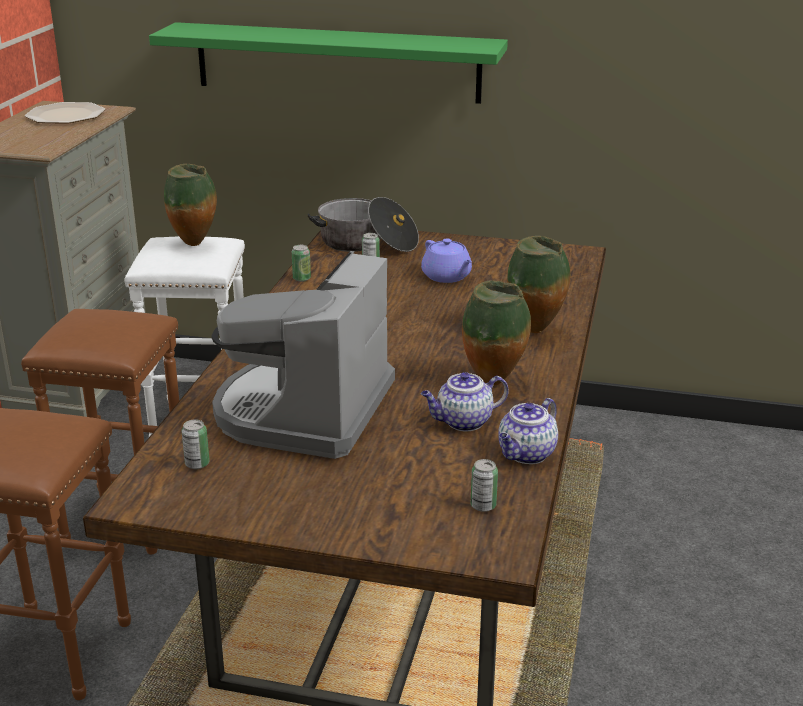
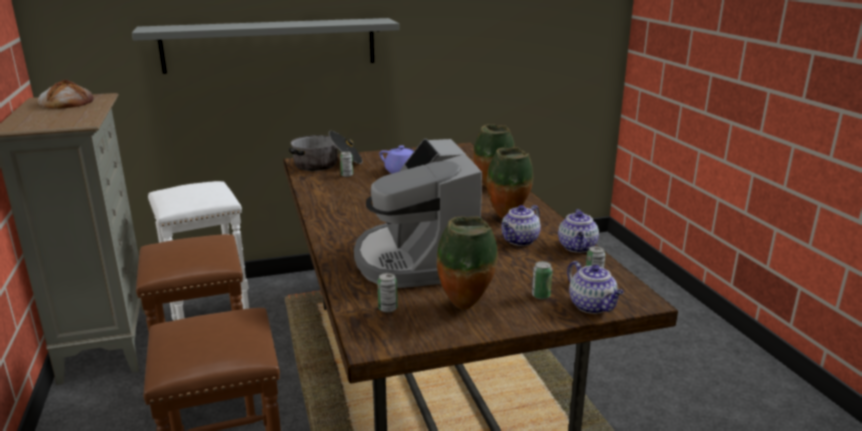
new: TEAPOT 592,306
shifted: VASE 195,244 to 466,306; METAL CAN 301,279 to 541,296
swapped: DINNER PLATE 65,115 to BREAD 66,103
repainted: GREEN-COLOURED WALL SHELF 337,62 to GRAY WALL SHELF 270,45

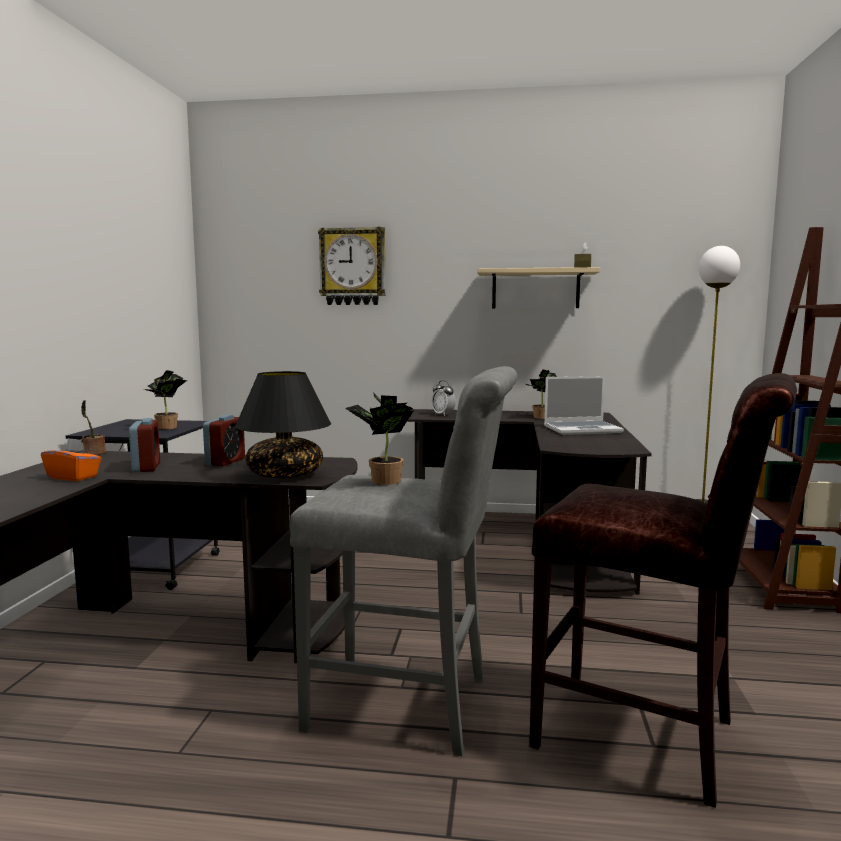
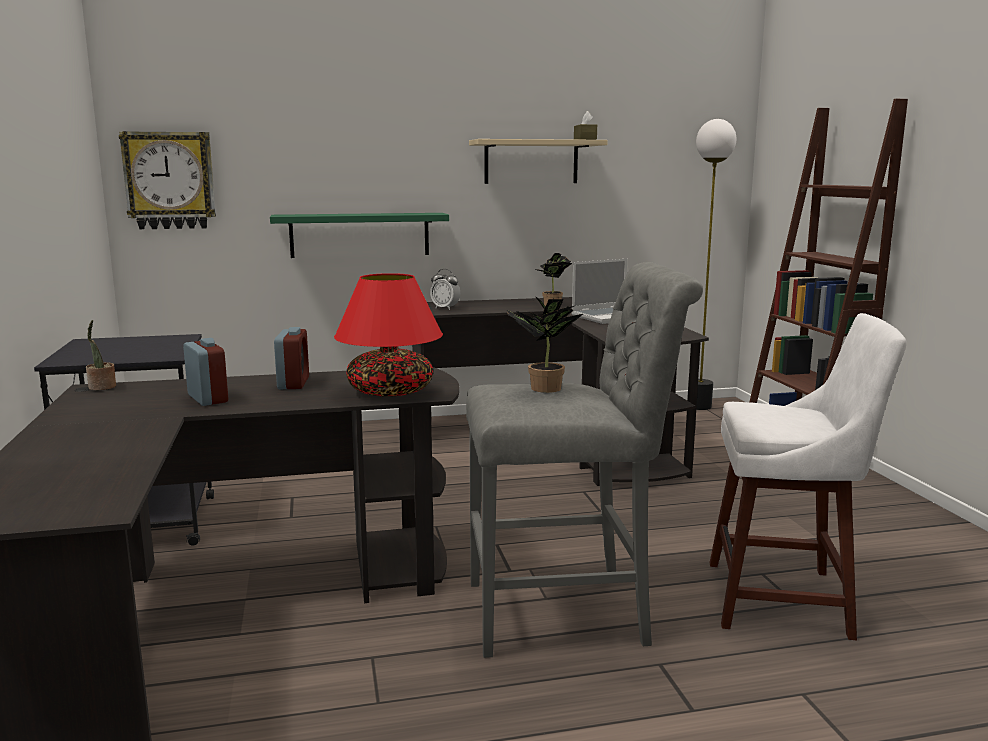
gone: ORANGE TISSUE HOLDER 73,477; POTTED PLANT 168,428
new: GREEN-COLOURED WALL SHELF 360,235
shifted: HANGING CLOCK 353,267 to 170,180
swapped: BROWN STOOL 646,738 to WHITISH UPRIGHT CHAIR 786,599
repainted: BLACK LAMP FOR A TABLE 285,474 to RED LAMP FOR A TABLE 390,391

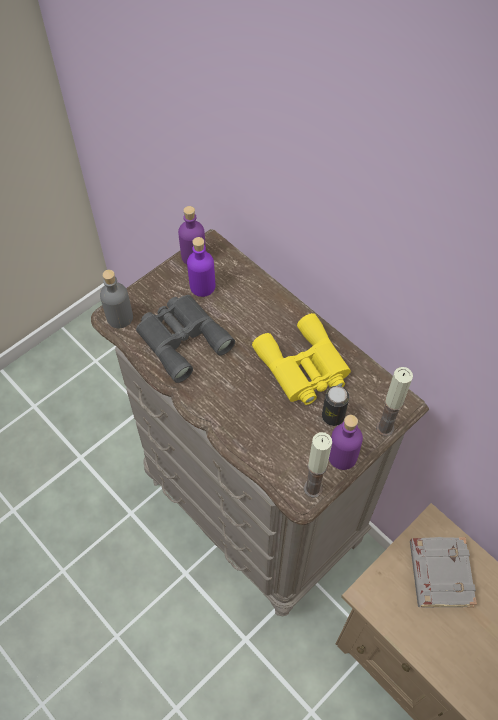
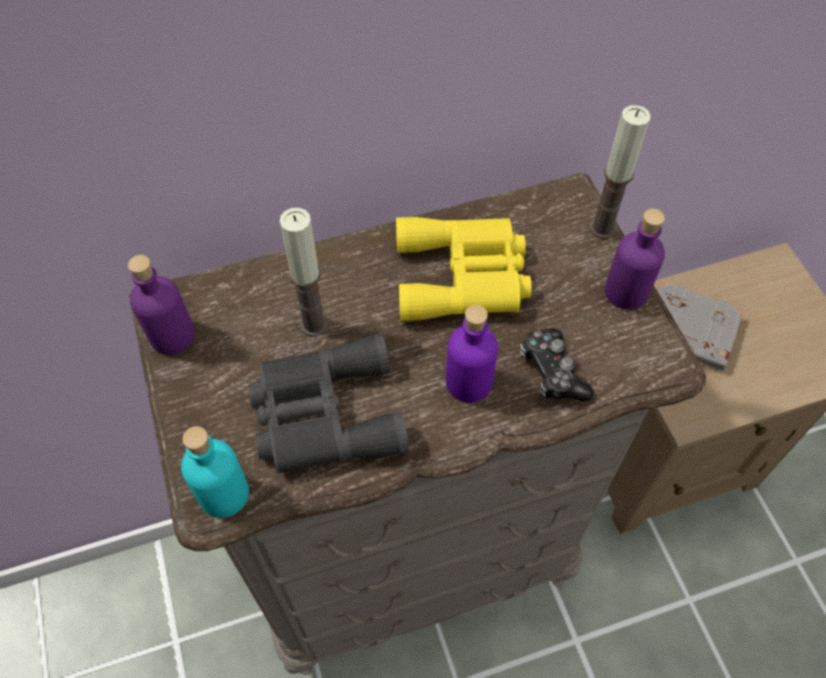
gone: METAL CAN 333,416
new: GAME CONTROLLER 552,372
shifted: PURPLISH BOTTLE 202,286 to 468,382; WAX CANDLE 313,488 to 314,324
repainted: GRAY BOTTLE 120,318 to TURQUOISE BOTTLE 224,494

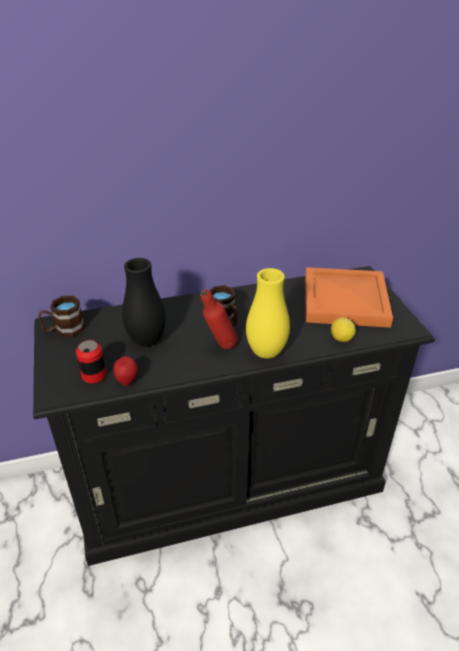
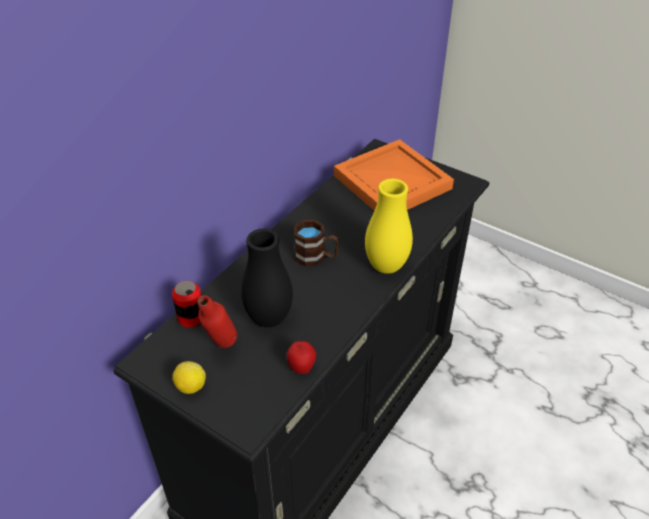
gone: BROWN TEA MUG 64,330
shifted: METAL CAN 94,375 to 191,318; RED BOTTLE 219,348 to 221,349; LEMON 341,338 to 190,387

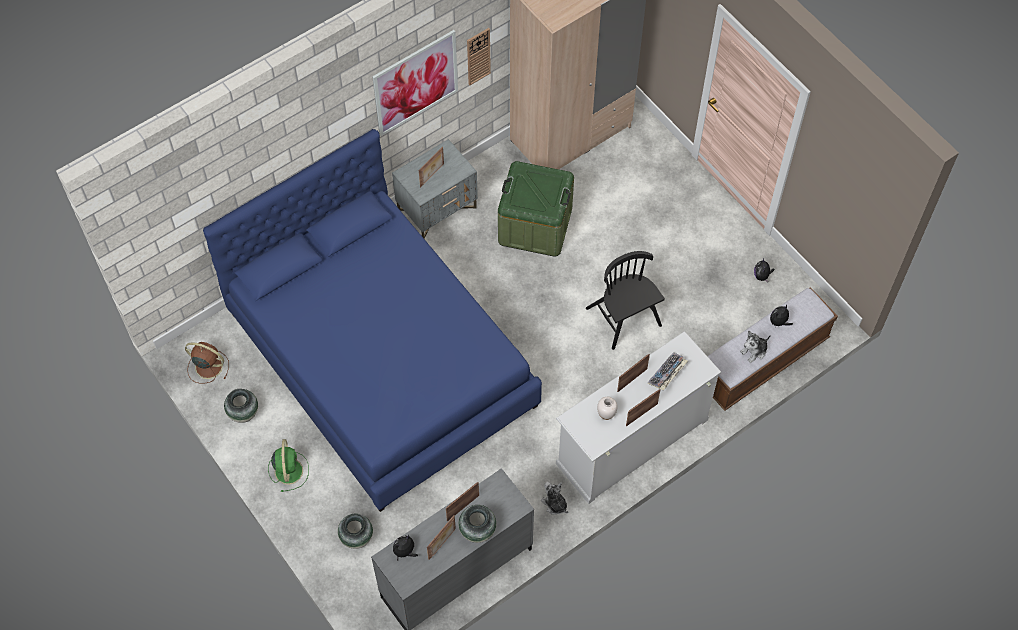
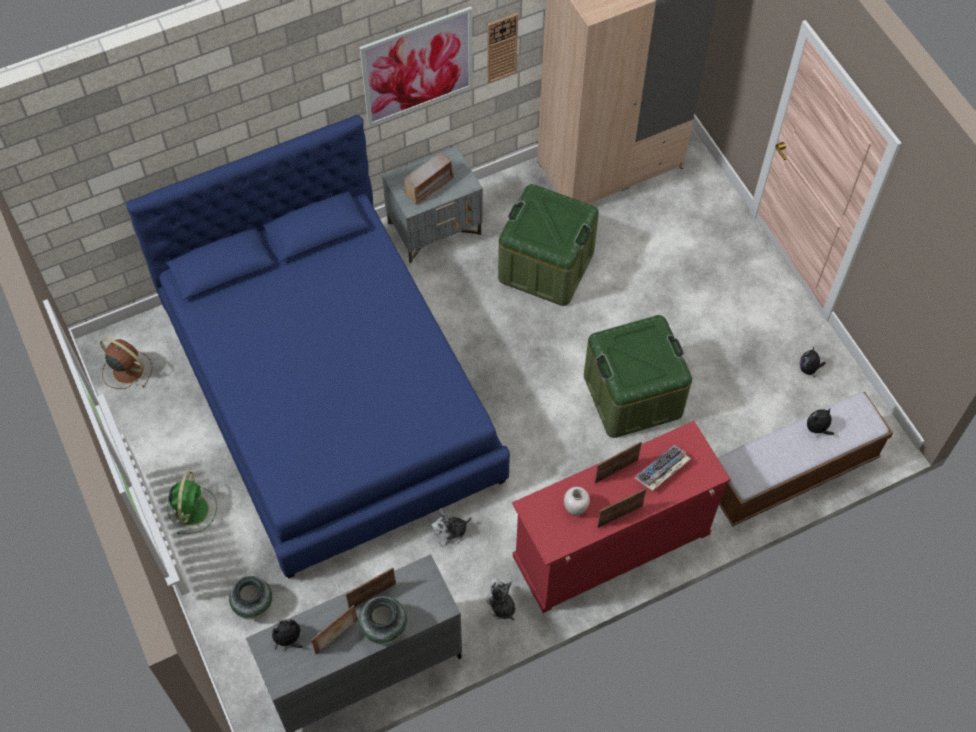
gone: VASE 243,413
shifted: CUDDLY TOY 754,351 to 451,533
swapped: PICTURE FRAME 432,175 to RADIO RECEIVER 429,185; BLACK UPRIGHT CHAIR 626,320 to GREEN-COLOURED STORAGE BIN 632,395
repainted: WHITISH DRAWER CHEST 631,442 to RED DRAWER CHEST 611,545

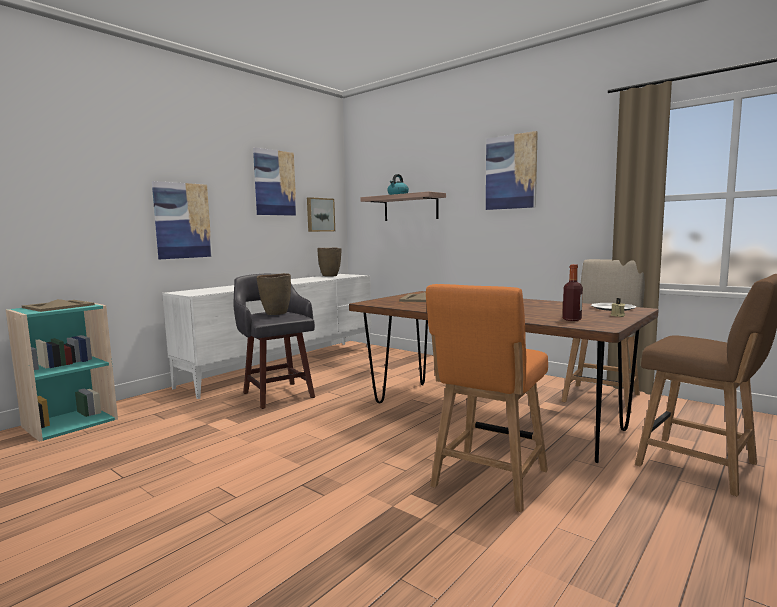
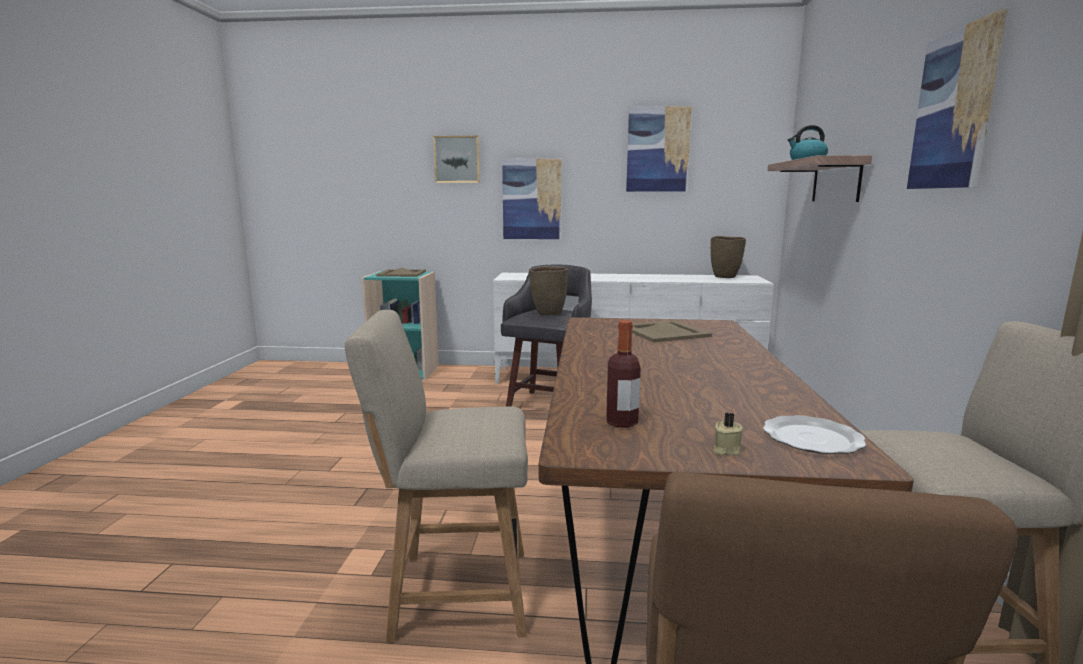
shifted: WALL PICTURE 320,215 to 457,159
repainted: ORANGE UPRIGHT CHAIR 488,481 to BEIGE-COLOURED UPRIGHT CHAIR 453,593

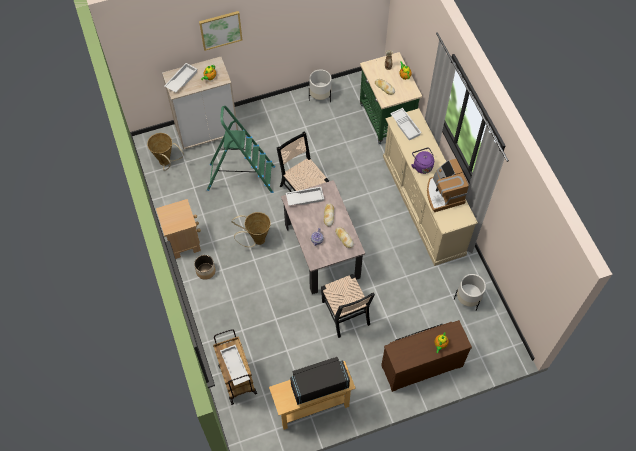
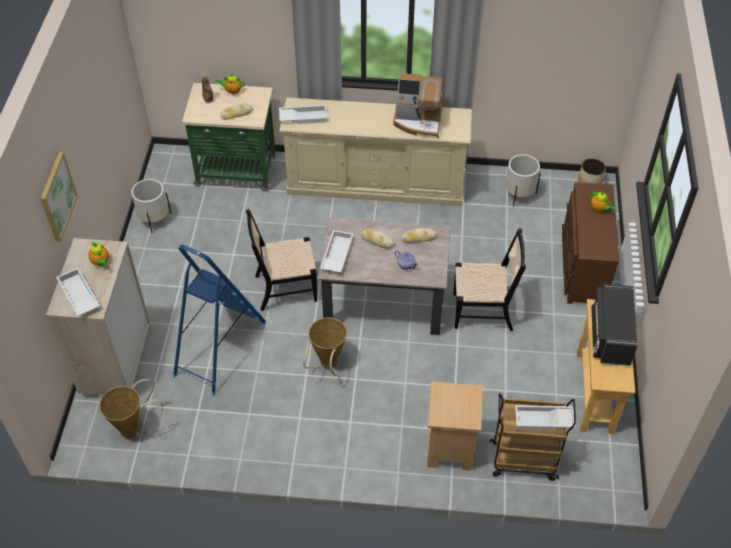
gone: PURPLISH WATER KETTLE 422,165
shifted: BEIGE-COLOURED NIGHTSTAND 184,242 to 449,448; FLOWER POT 206,271 to 590,182
repainted: GREEN-COLOURED STEP STOOL 241,178 to BLUE STEP STOOL 220,348

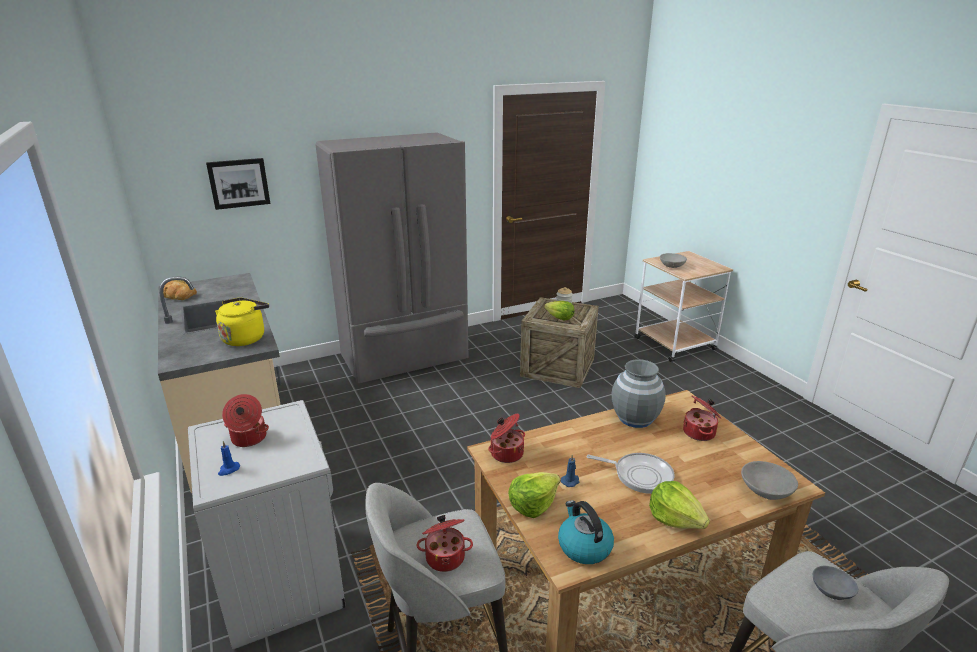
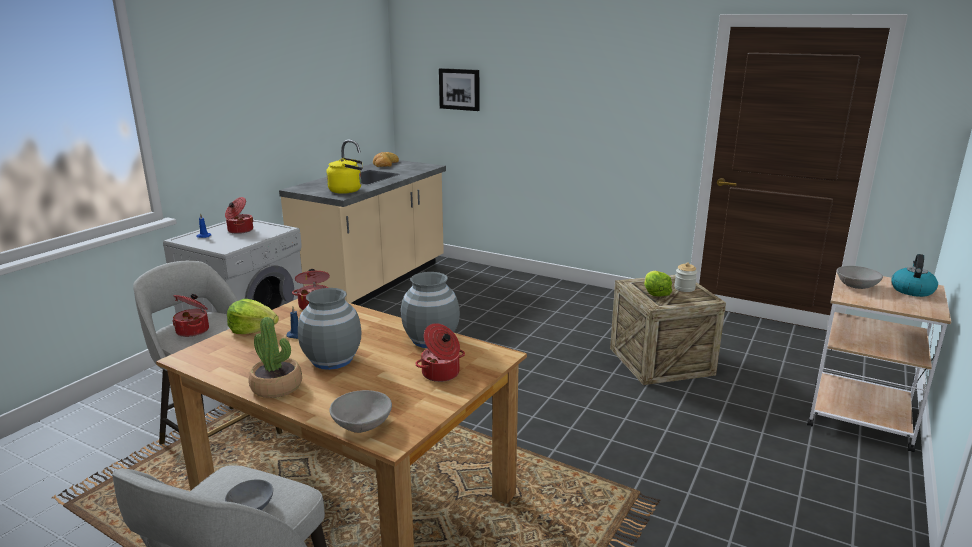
gone: GRAY REFRIGERATOR 407,358
shifted: WATER KETTLE 583,546 to 911,290
swapped: FRYING PAN 639,475 to GRAY VASE 332,360; LETTUCE 675,518 to POTTED PLANT 277,387

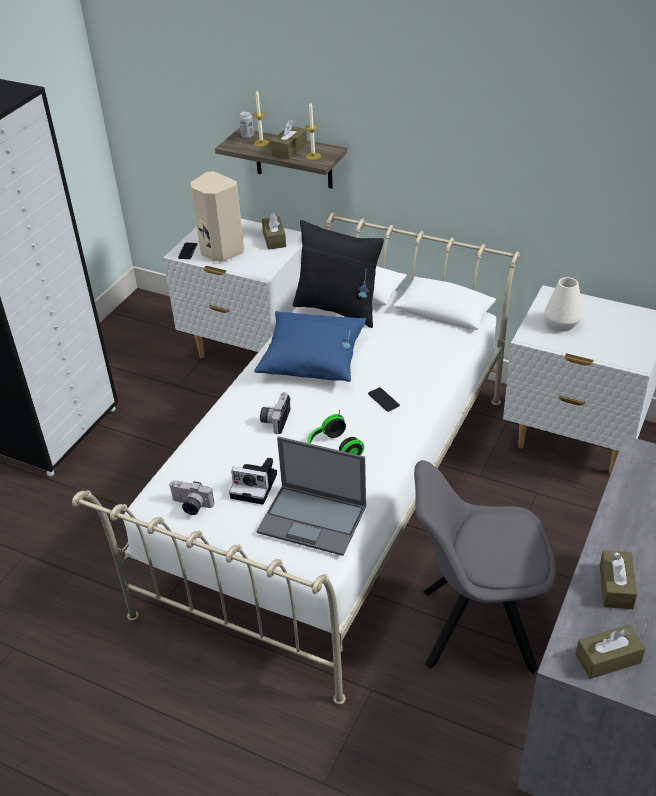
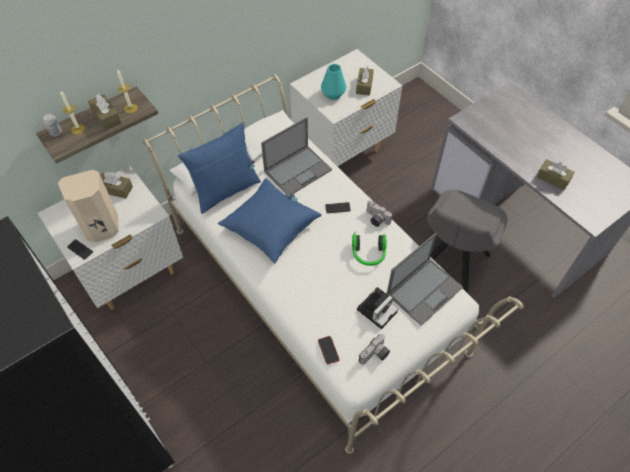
new: LAPTOP 298,170; PHONE 328,350
shifted: STILL CAMERA 275,419 to 375,219; BROWN TISSUE HOLDER 608,658 to 364,86
repainted: BLACK CUSHION 337,310 to BLUE CUSHION 226,191; WHITISH VASE 562,324 to TURQUOISE VASE 333,94

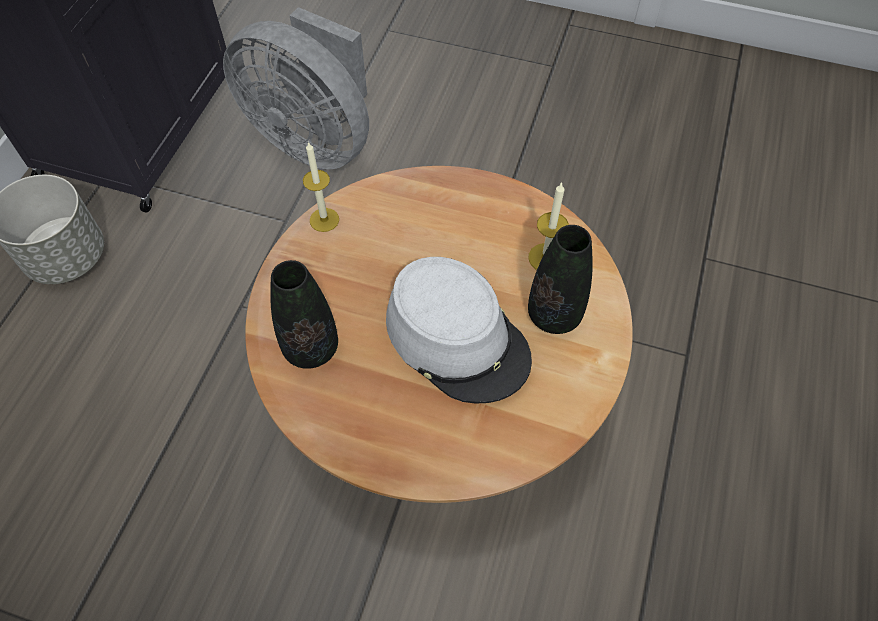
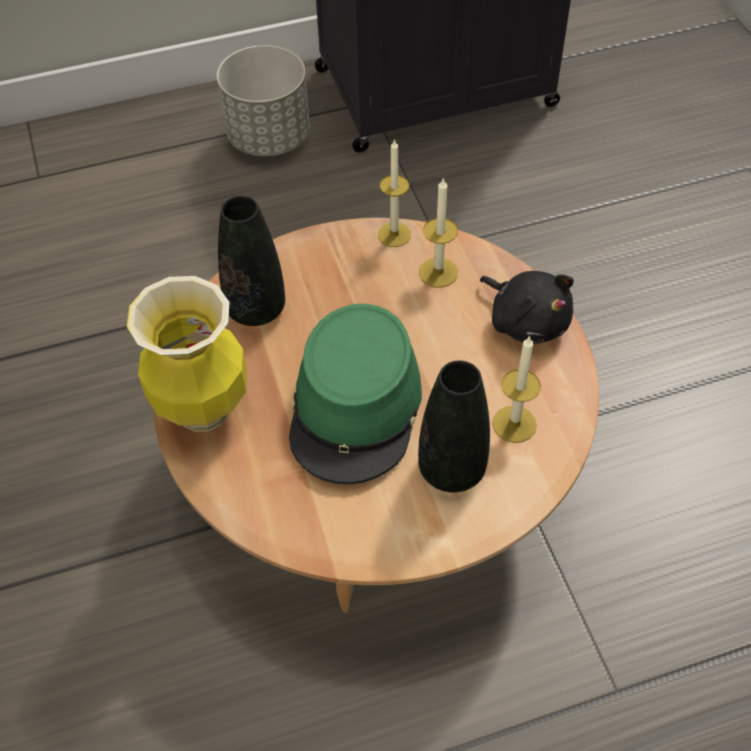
gone: GRAY COOLING FAN 315,140
new: VASE 202,410; WAX CANDLE 438,272; BLACK CUDDLY TOY 526,320
repainted: GRAY HAT 457,338 to GREEN-COLOURED HAT 356,407

